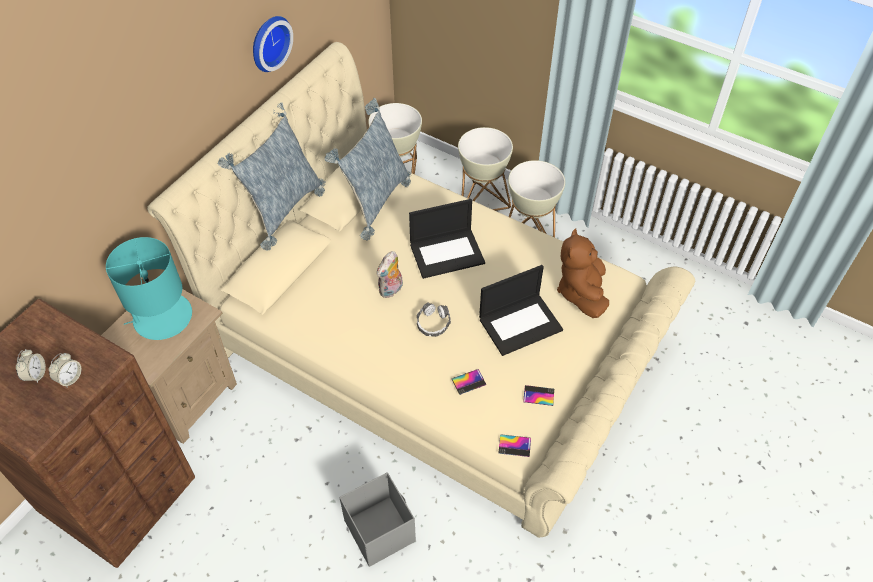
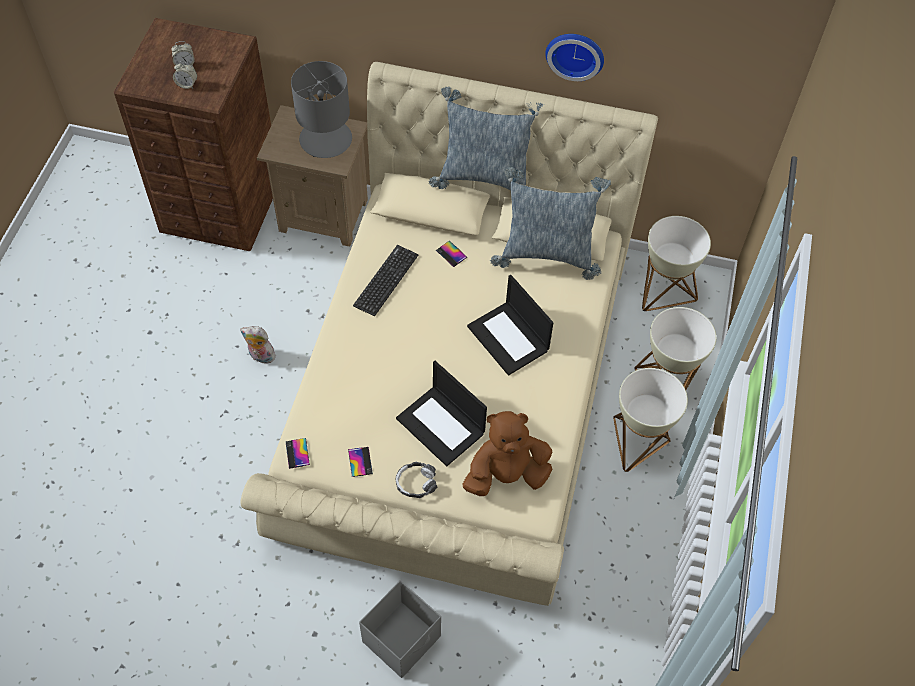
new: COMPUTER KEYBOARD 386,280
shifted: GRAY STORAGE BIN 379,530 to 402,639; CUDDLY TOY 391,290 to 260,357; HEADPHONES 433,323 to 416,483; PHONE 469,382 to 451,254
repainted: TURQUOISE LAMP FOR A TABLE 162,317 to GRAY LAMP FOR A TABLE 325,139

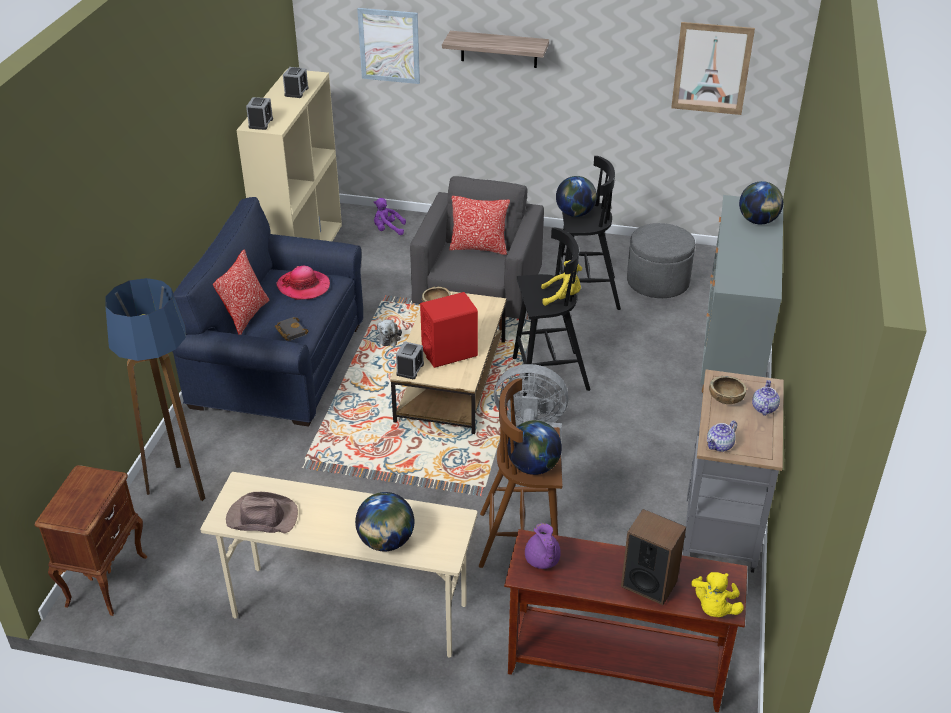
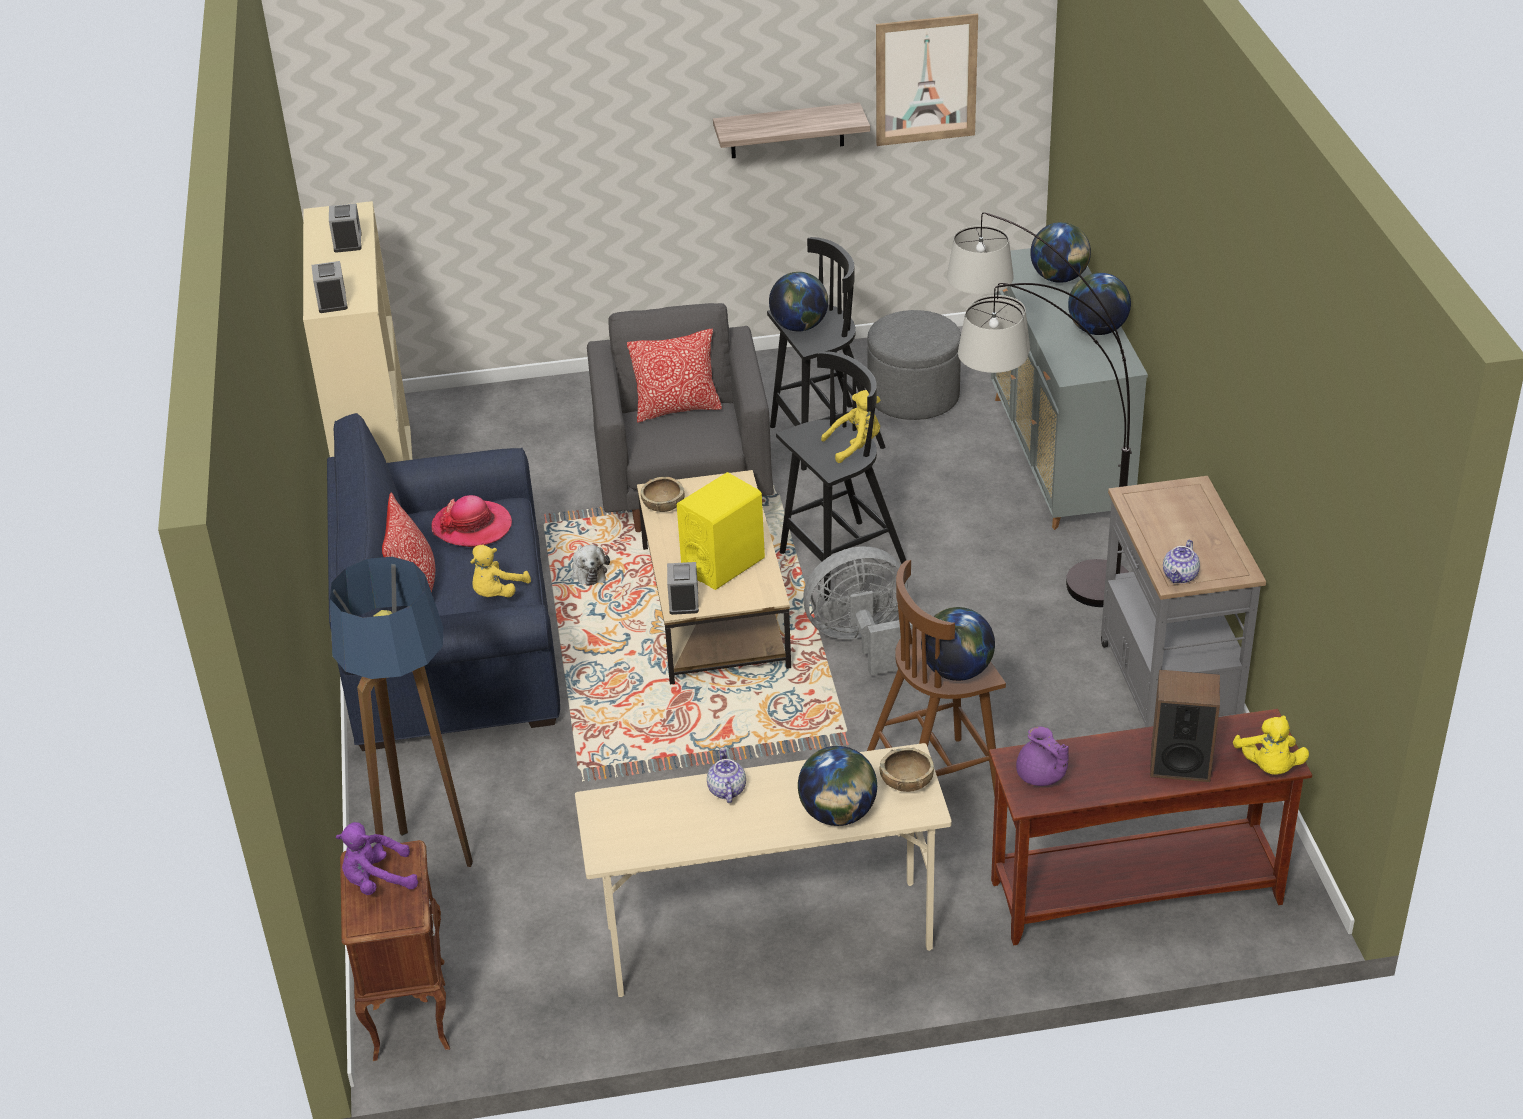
gone: BROWN HAT 261,517; WALL PICTURE 389,45
new: STANDING LAMP 1018,590; WORLD GLOBE 1097,329
shifted: PURPLISH CUDDLY TOY 388,229 to 377,881; WALL SHELF 499,49 to 787,130; BROWN SERVING BOWL 725,399 to 906,782; TEAPOT 763,408 to 726,790
swapped: BLACK BOUND BOOK 290,331 to YELLOW-COLOURED CUDDLY TOY 497,593
repainted: RED AUDIO SPEAKER 449,353 to YELLOW-COLOURED AUDIO SPEAKER 723,564

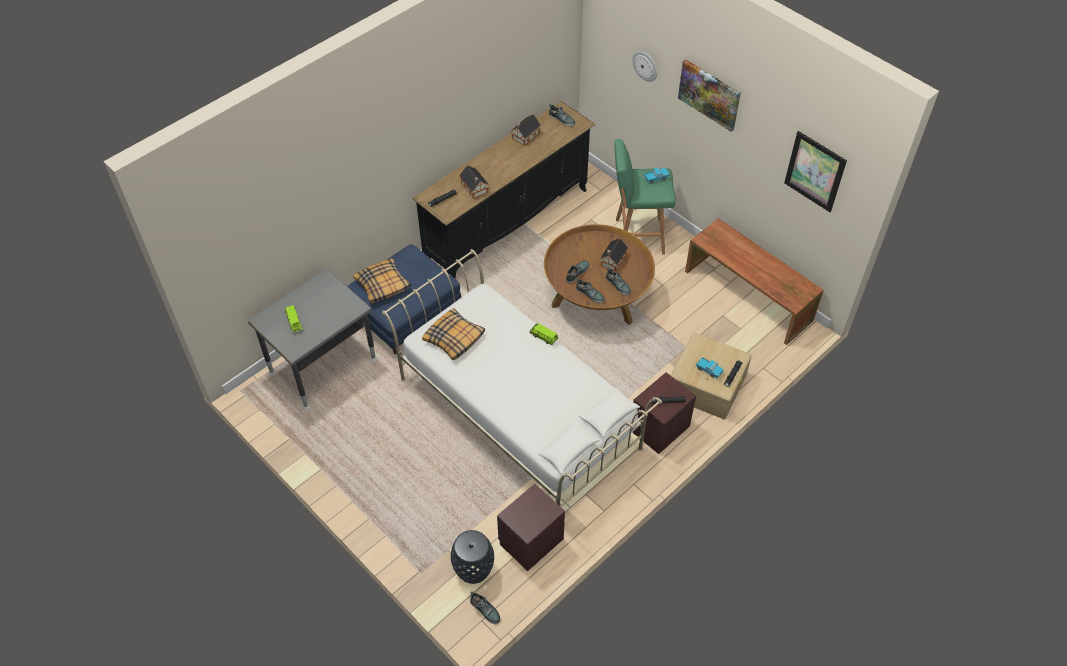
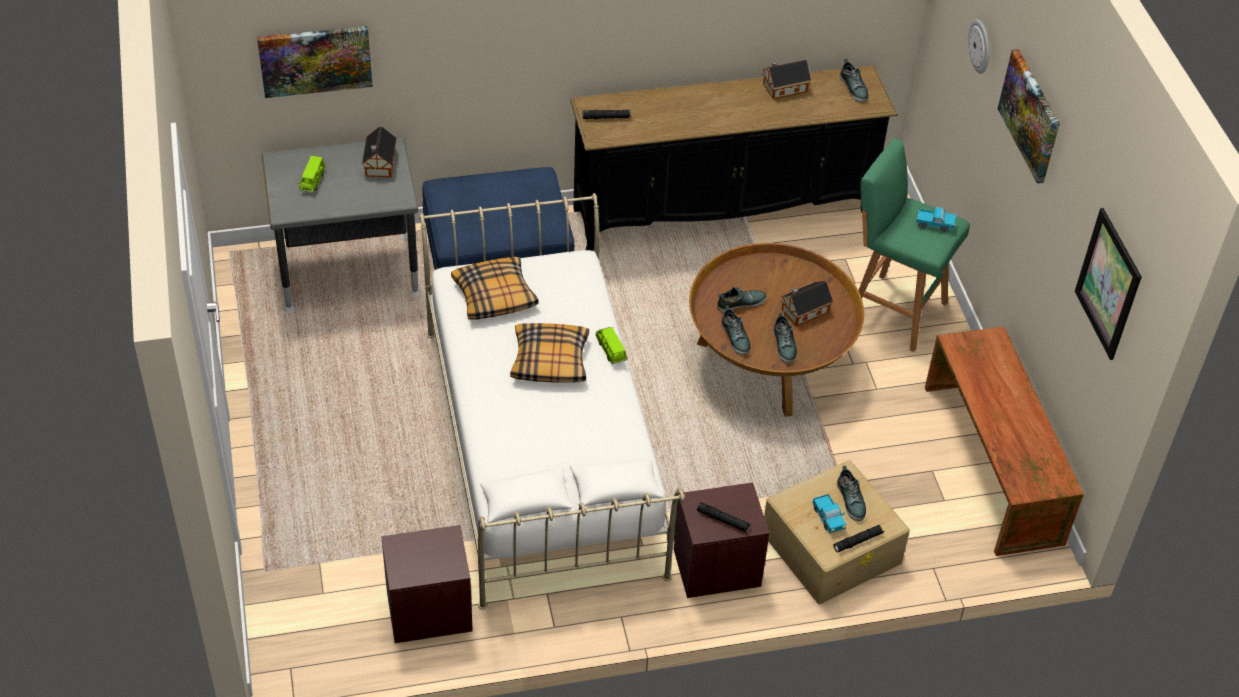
gone: BLACK STOOL 473,569
new: WALL PICTURE 315,60
shifted: CUSHION 383,285 to 549,361; TOY HOUSE 474,189 to 379,165; SHOE 485,610 to 851,500

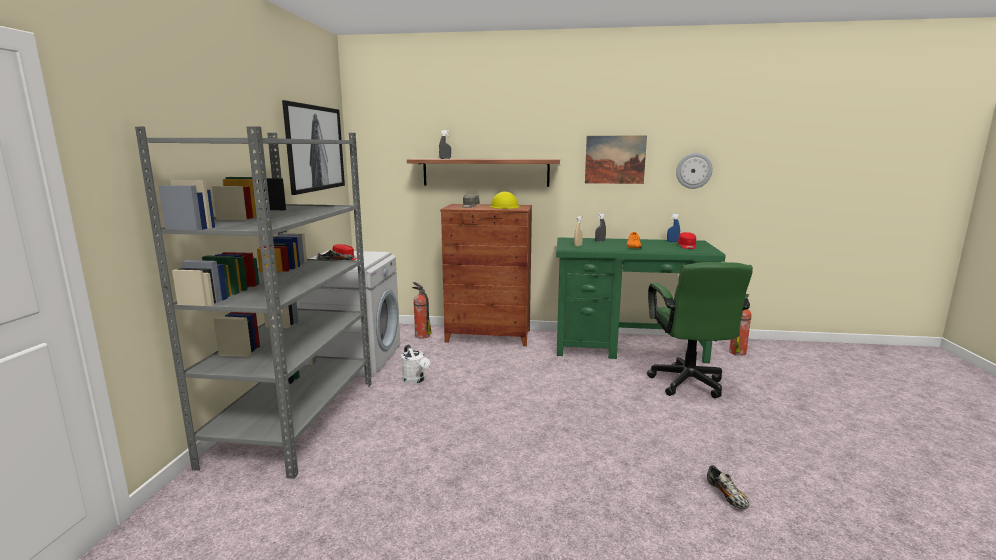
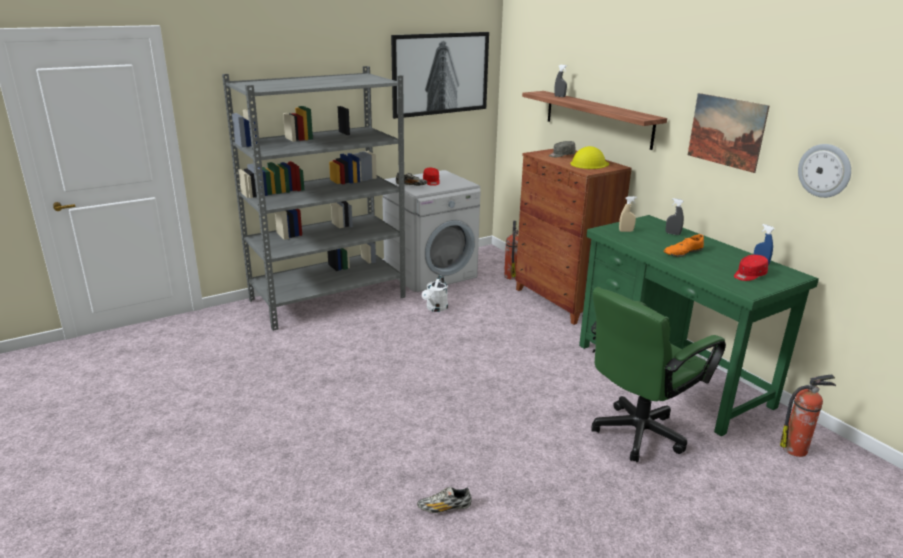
rotated: SHOE 726,496 = 444,508 45 degrees clockwise

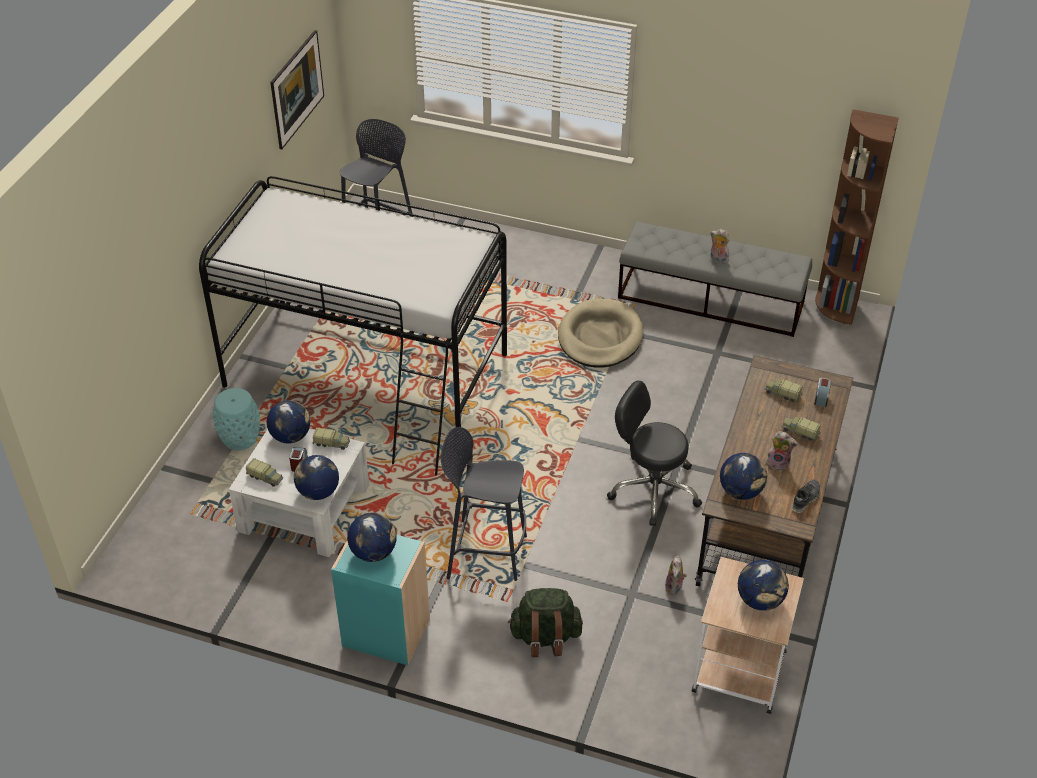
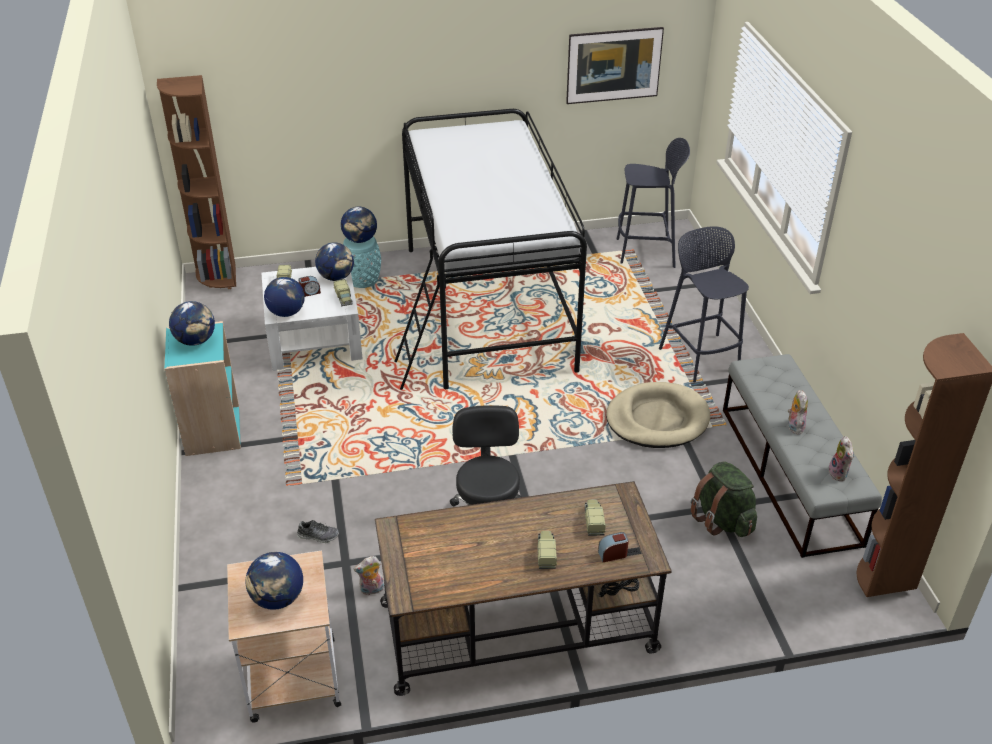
new: BROWN BOOKSHELF 218,281
shifted: GRAY STOOL 485,553 to 701,357; GREEN-COLOURED KNAPSACK 545,637 to 722,520; WORLD GLOBE 741,491 to 360,240; CUDDLY TOY 778,463 to 839,474; SHOE 805,499 to 318,536

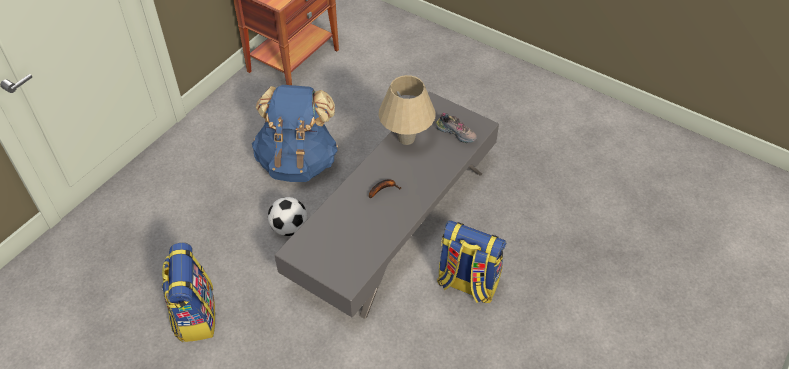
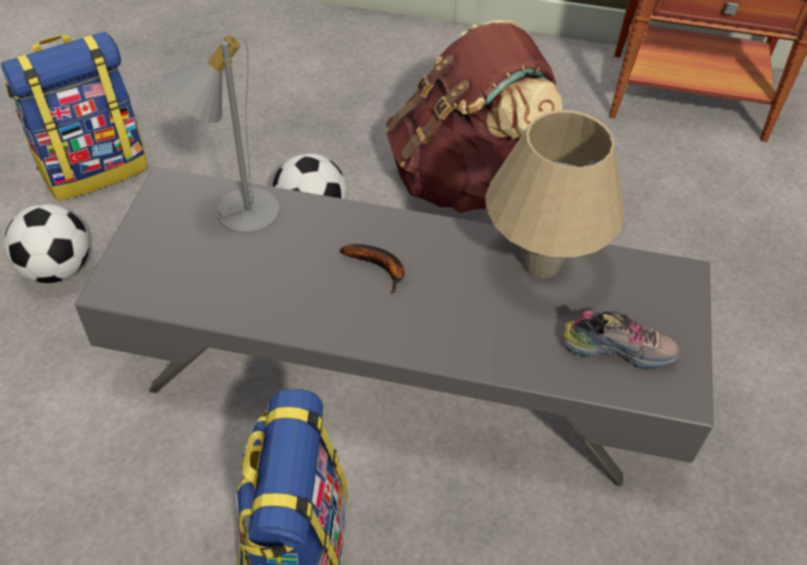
new: BALL FOR FOOTBALL 57,269; GRAY LAMP FOR A TABLE 235,210
repainted: BLUE KNAPSACK 298,161 to BROWN KNAPSACK 462,178
rotated: SHOE 457,133 = 618,348 90 degrees counterclockwise

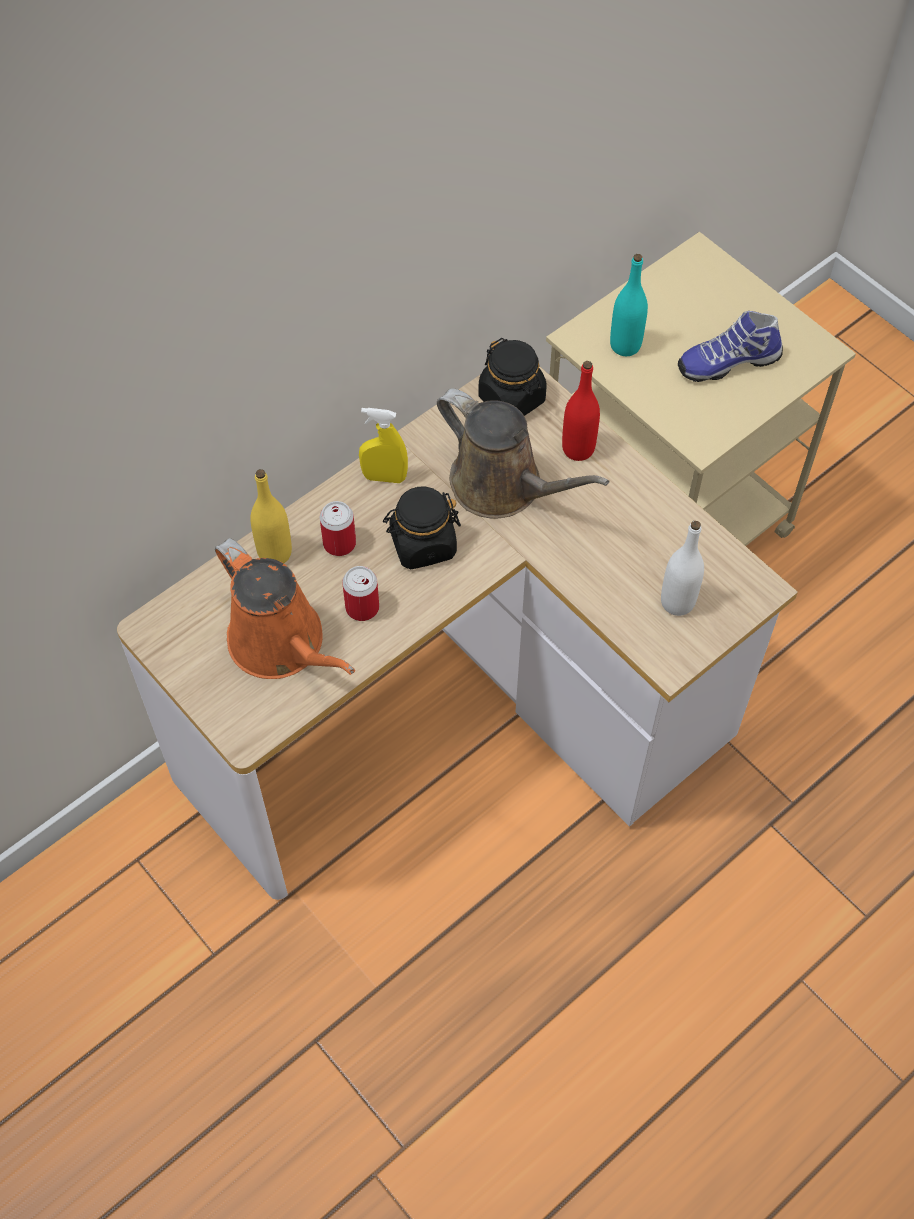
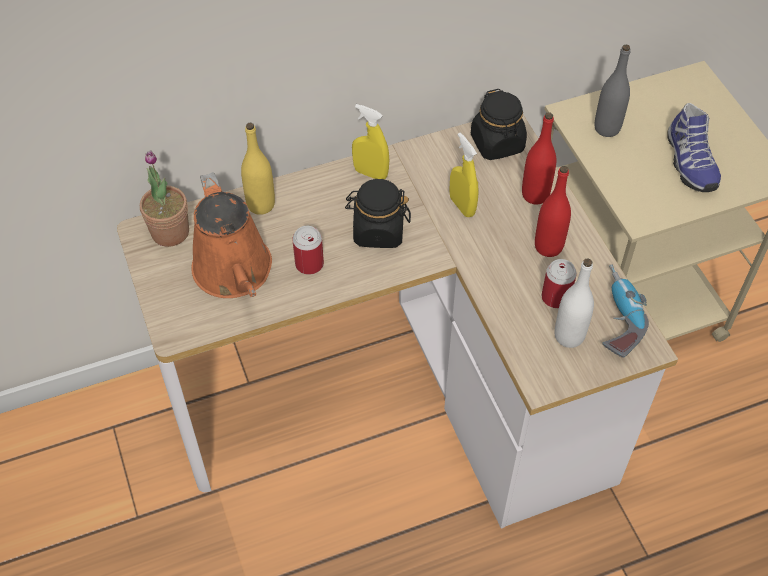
new: POTTED PLANT 170,232; RED BOTTLE 548,246; POWER DRILL 616,317
shifted: METAL CAN 339,543 to 555,297
swapped: BROWN WATERING CAN 503,486 to YELLOW-COLOURED HAND SPRAYER 462,206
repainted: TURQUOISE BOTTLE 625,345 to GRAY BOTTLE 607,128
rotated: SHOE 727,361 = 688,162 105 degrees counterclockwise

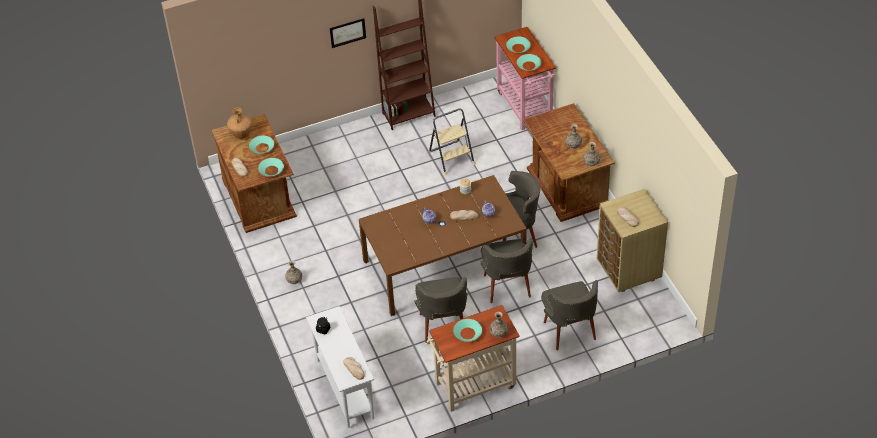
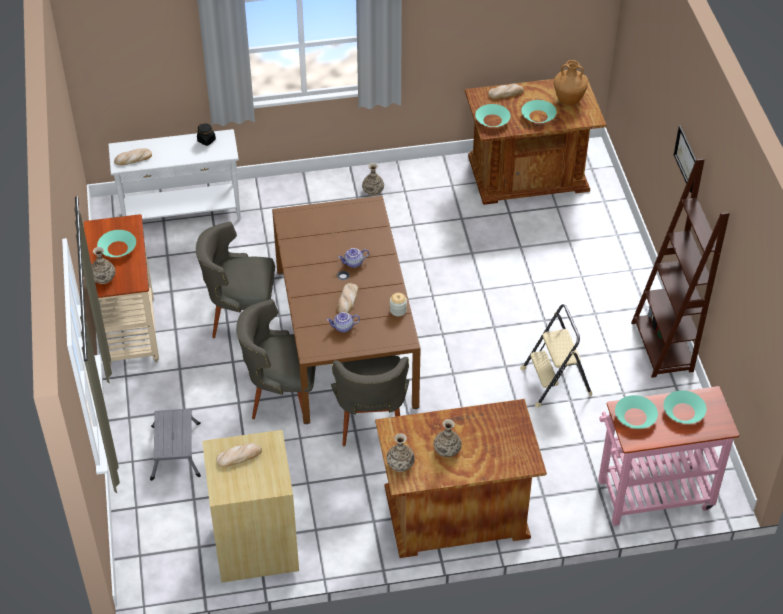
swapped: GRAY UPRIGHT CHAIR 569,330 to GRAY STEP STOOL 175,450

